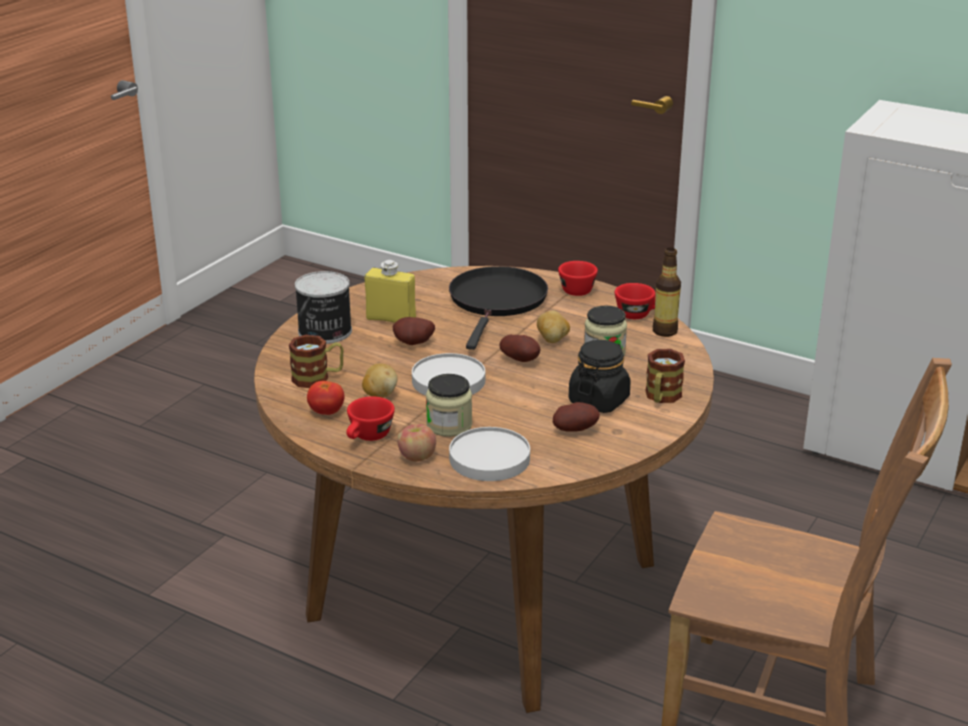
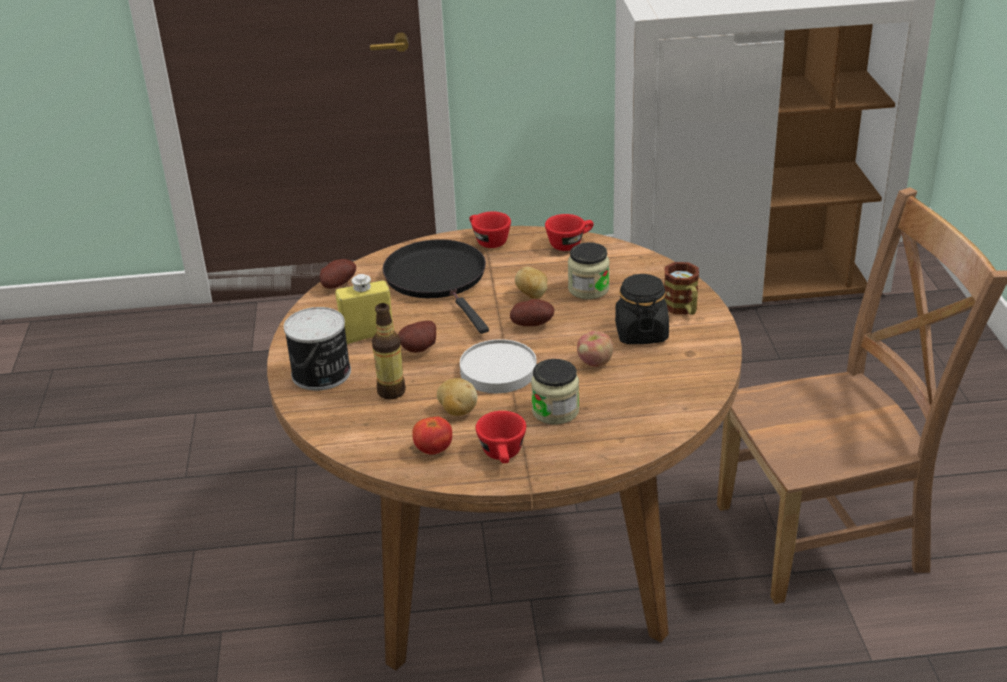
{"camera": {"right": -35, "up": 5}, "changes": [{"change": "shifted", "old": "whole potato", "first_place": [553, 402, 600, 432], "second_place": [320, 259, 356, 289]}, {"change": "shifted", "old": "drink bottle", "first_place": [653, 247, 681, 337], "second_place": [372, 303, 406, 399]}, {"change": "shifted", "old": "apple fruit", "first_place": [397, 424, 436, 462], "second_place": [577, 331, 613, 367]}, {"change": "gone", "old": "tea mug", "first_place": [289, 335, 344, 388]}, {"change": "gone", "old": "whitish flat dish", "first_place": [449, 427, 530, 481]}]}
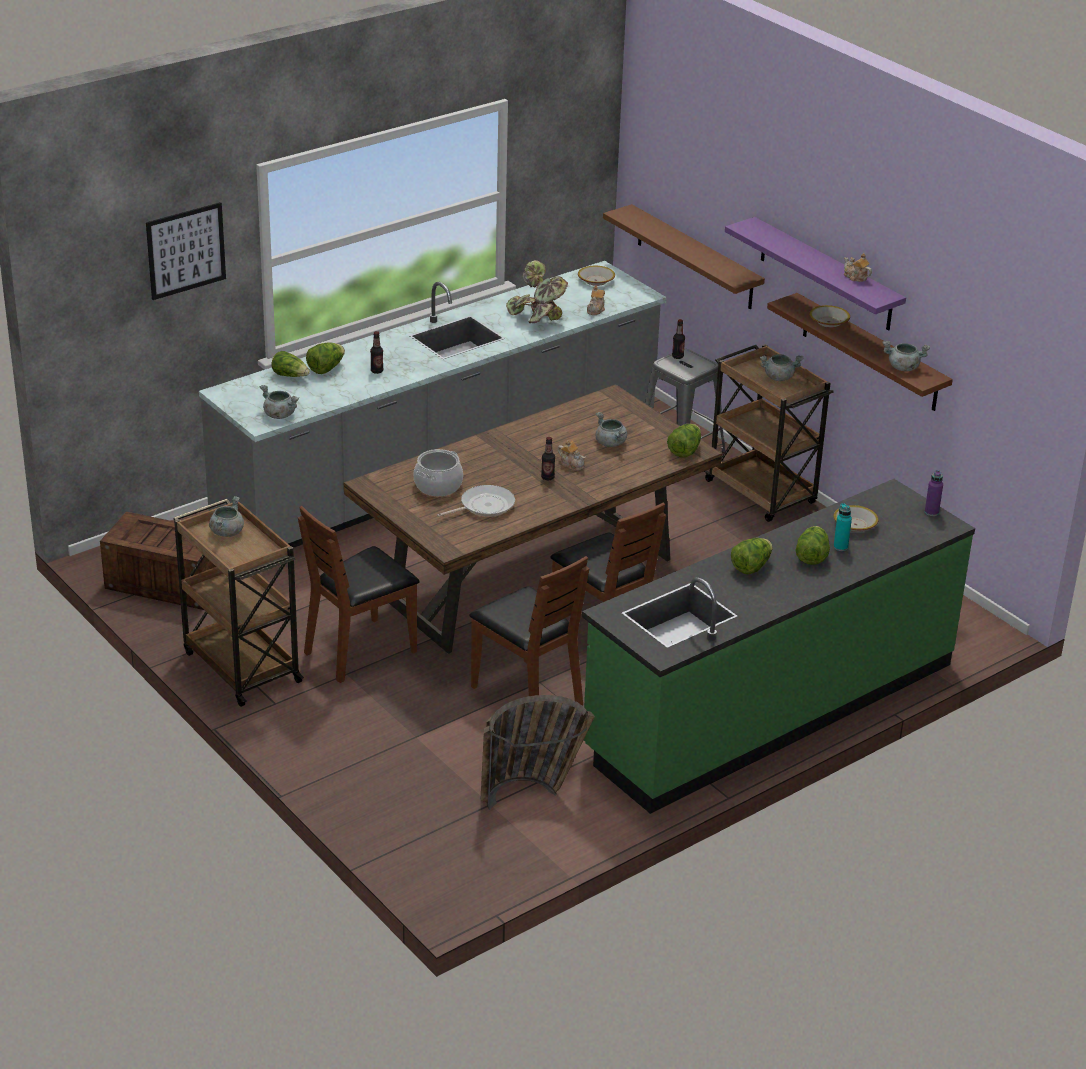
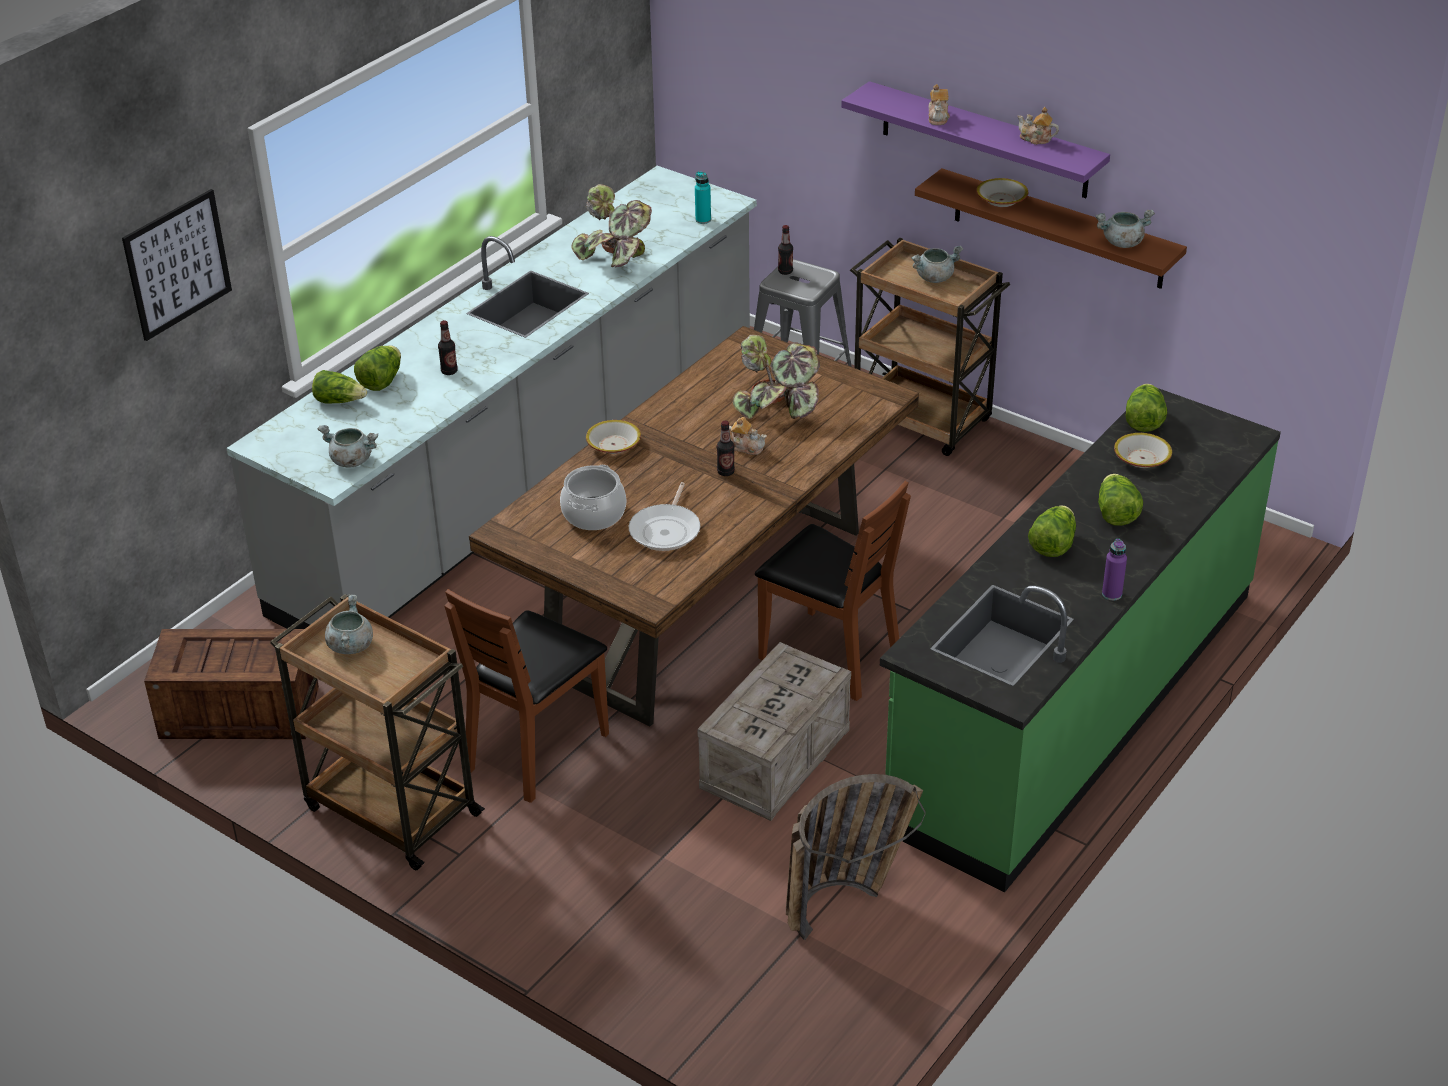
{"camera": {"right": -15, "up": 5}, "changes": [{"change": "shifted", "old": "deep dish", "first_place": [578, 266, 615, 286], "second_place": [586, 420, 641, 454]}, {"change": "rotated", "old": "frying pan", "first_place": [437, 485, 515, 517], "second_place": [629, 482, 700, 551], "degrees": 150}, {"change": "shifted", "old": "turquoise drink bottle", "first_place": [833, 503, 852, 551], "second_place": [695, 171, 711, 224]}, {"change": "swapped", "old": "brown plain chair", "new": "crate", "first_place": [469, 556, 589, 706], "second_place": [697, 642, 851, 821]}, {"change": "swapped", "old": "greyish stockpot", "new": "plant in a pot", "first_place": [595, 412, 627, 447], "second_place": [733, 335, 821, 419]}, {"change": "shifted", "old": "teapot", "first_place": [587, 286, 605, 315], "second_place": [929, 84, 950, 125]}, {"change": "shifted", "old": "purple-coloured drink bottle", "first_place": [925, 470, 943, 516], "second_place": [1102, 539, 1127, 600]}, {"change": "shifted", "old": "head of lettuce", "first_place": [667, 424, 701, 457], "second_place": [1125, 384, 1167, 432]}, {"change": "gone", "old": "brown wall shelf", "first_place": [603, 204, 765, 309]}]}
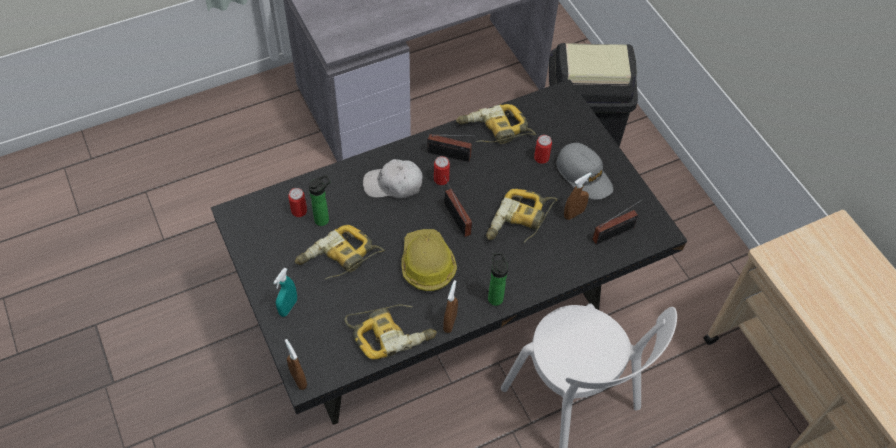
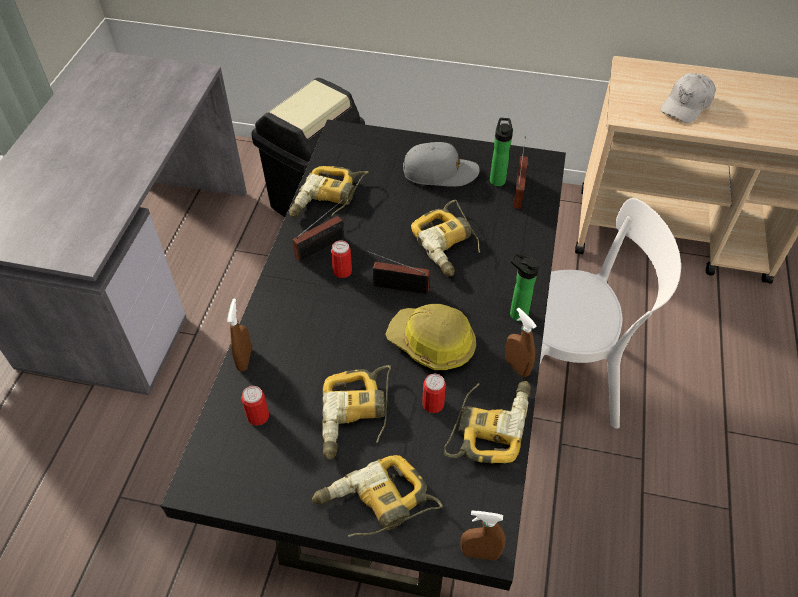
{"camera": {"right": -50, "up": -5}, "changes": [{"change": "shifted", "old": "brown hand sprayer", "first_place": [564, 173, 592, 220], "second_place": [227, 299, 252, 371]}, {"change": "swapped", "old": "turquoise hand sprayer", "new": "electric drill", "first_place": [273, 268, 297, 317], "second_place": [312, 455, 443, 537]}, {"change": "shifted", "old": "metal can", "first_place": [534, 135, 552, 164], "second_place": [422, 374, 446, 413]}, {"change": "shifted", "old": "drink bottle", "first_place": [308, 175, 330, 226], "second_place": [490, 118, 513, 186]}, {"change": "shifted", "old": "whitish baseball cap", "first_place": [363, 159, 423, 198], "second_place": [660, 73, 715, 123]}]}
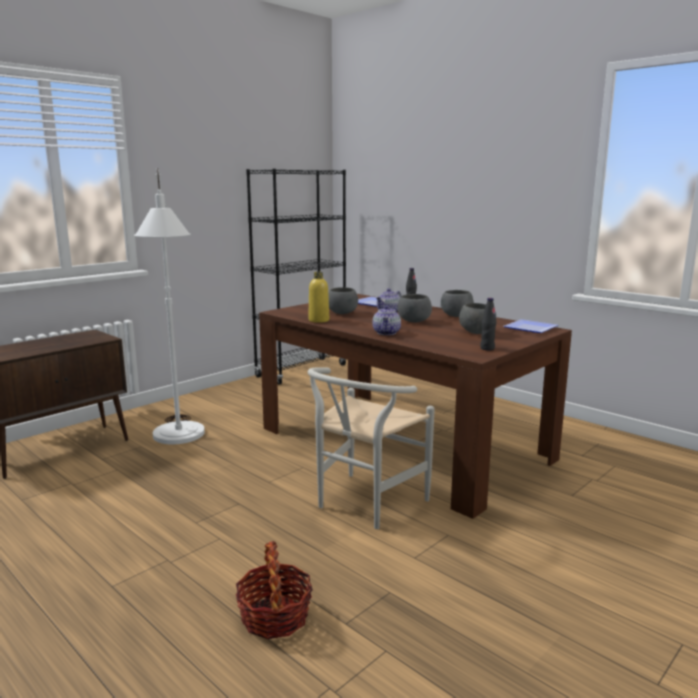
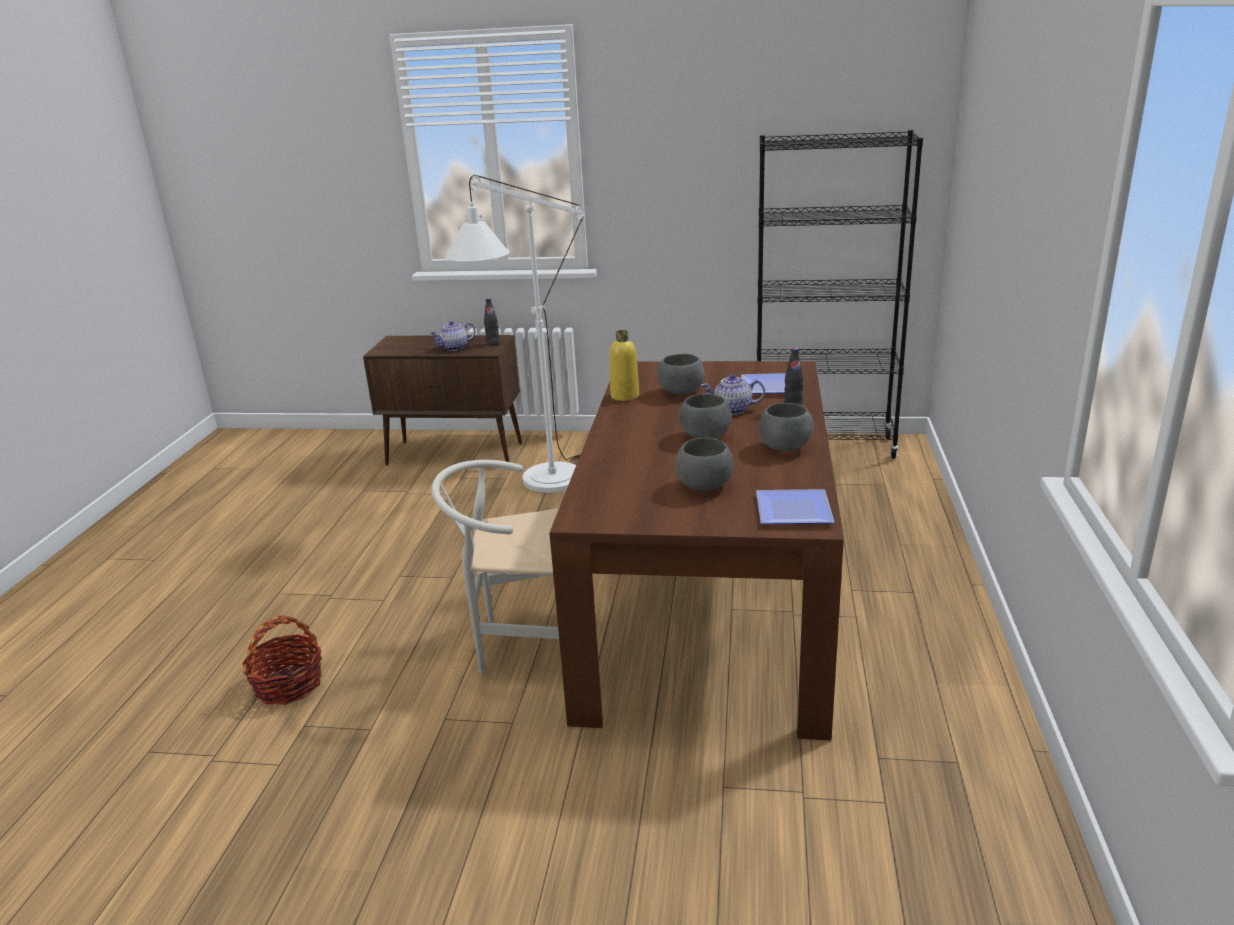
{"camera": {"right": 55, "up": 10}, "changes": [{"change": "shifted", "old": "teapot", "first_place": [372, 305, 401, 335], "second_place": [430, 321, 476, 351]}, {"change": "shifted", "old": "blackish drink bottle", "first_place": [480, 298, 496, 351], "second_place": [484, 298, 500, 346]}]}
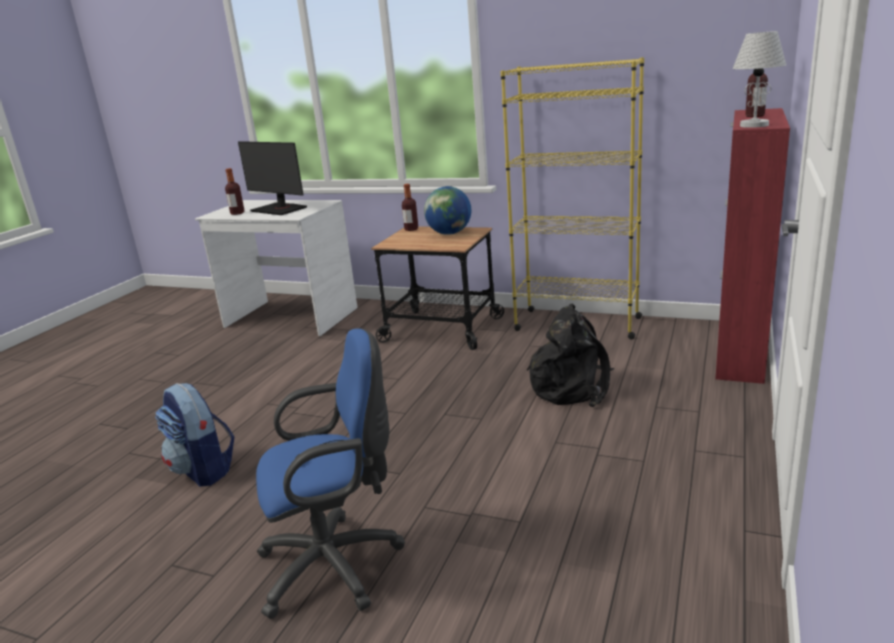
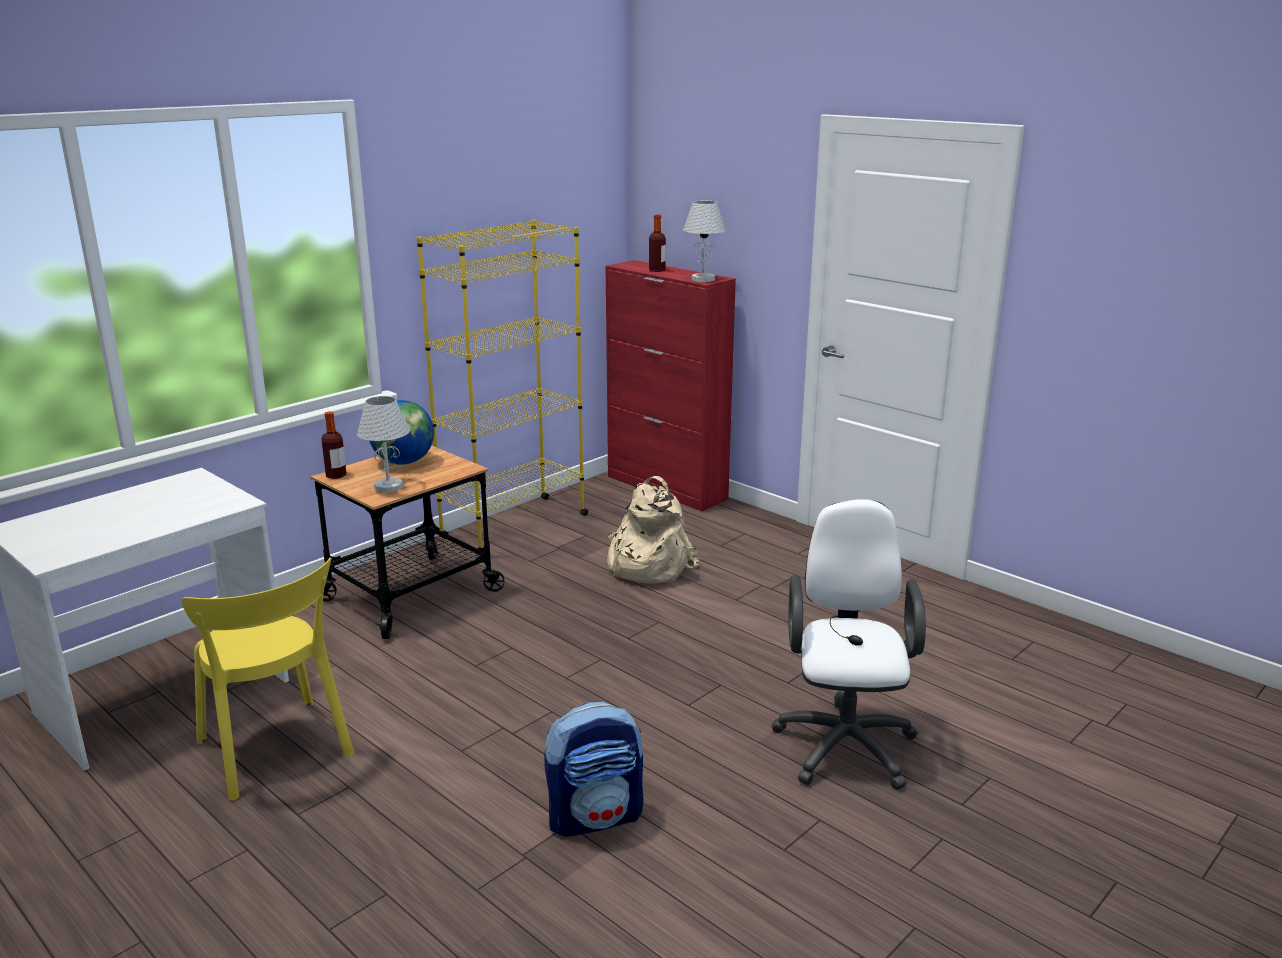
{"camera": {"right": -70, "up": 0}, "changes": [{"change": "new", "new": "yellow plain chair", "second_place": [182, 557, 354, 801]}, {"change": "new", "new": "whitish lamp for a table", "second_place": [357, 396, 410, 493]}, {"change": "repainted", "old": "blackish knapsack", "new": "beige knapsack", "first_place": [527, 303, 614, 407], "second_place": [607, 476, 699, 584]}, {"change": "repainted", "old": "blue-coloured computer chair", "new": "whitish computer chair", "first_place": [256, 328, 405, 619], "second_place": [771, 499, 926, 790]}, {"change": "gone", "old": "drink bottle", "first_place": [225, 168, 245, 215]}, {"change": "gone", "old": "monitor", "first_place": [238, 141, 307, 215]}]}
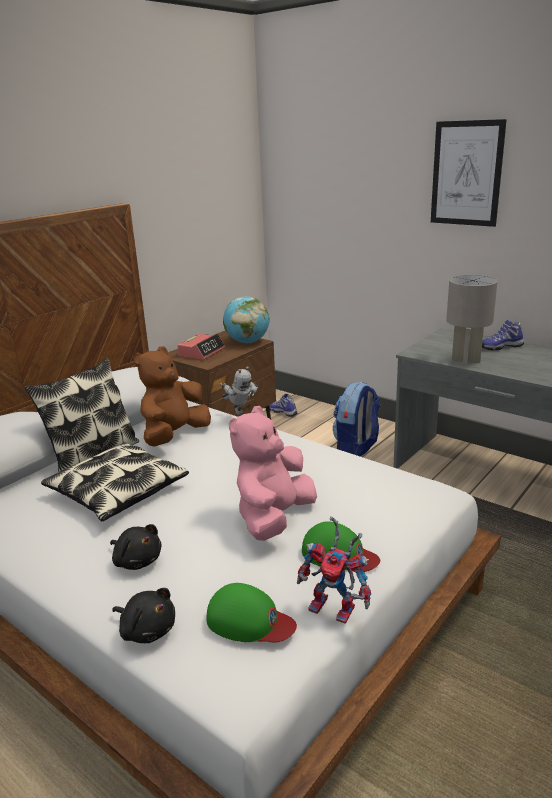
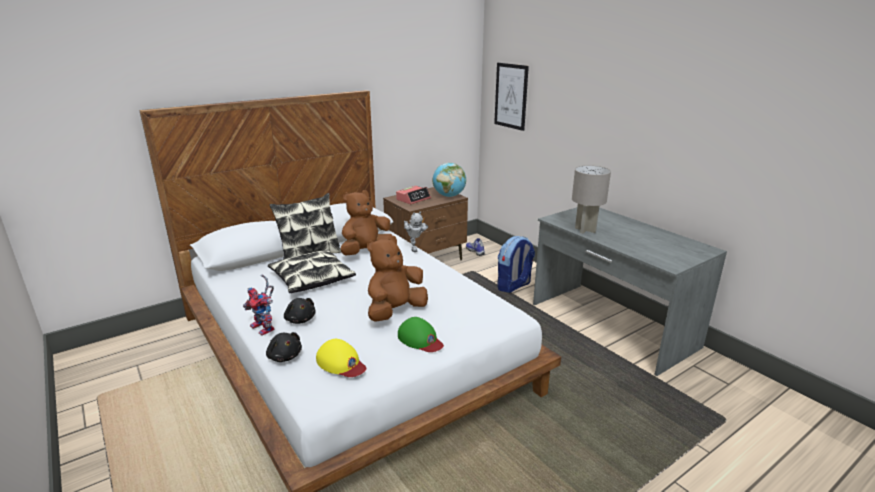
{"camera": {"right": 15, "up": 0}, "changes": [{"change": "shifted", "old": "toy robot", "first_place": [297, 516, 371, 624], "second_place": [243, 275, 274, 336]}, {"change": "repainted", "old": "green baseball cap", "new": "yellow baseball cap", "first_place": [207, 583, 297, 642], "second_place": [316, 339, 366, 377]}, {"change": "repainted", "old": "pink-coloured plush toy", "new": "brown plush toy", "first_place": [229, 406, 317, 541], "second_place": [367, 236, 428, 322]}, {"change": "shifted", "old": "wall art", "first_place": [431, 119, 507, 227], "second_place": [494, 63, 529, 131]}, {"change": "gone", "old": "item of footwear", "first_place": [482, 320, 524, 351]}]}
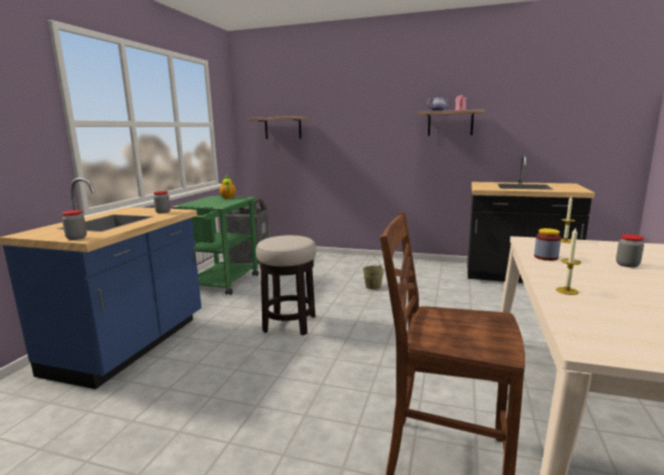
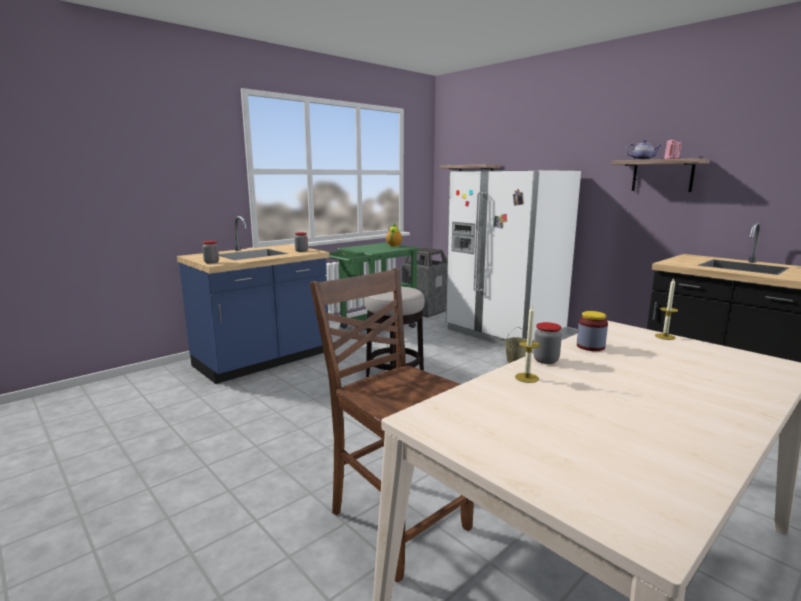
{"camera": {"right": 30, "up": 0}, "changes": [{"change": "new", "new": "whitish kitchen fridge", "second_place": [446, 170, 581, 349]}, {"change": "shifted", "old": "storage jar", "first_place": [616, 234, 644, 268], "second_place": [533, 322, 562, 364]}]}
